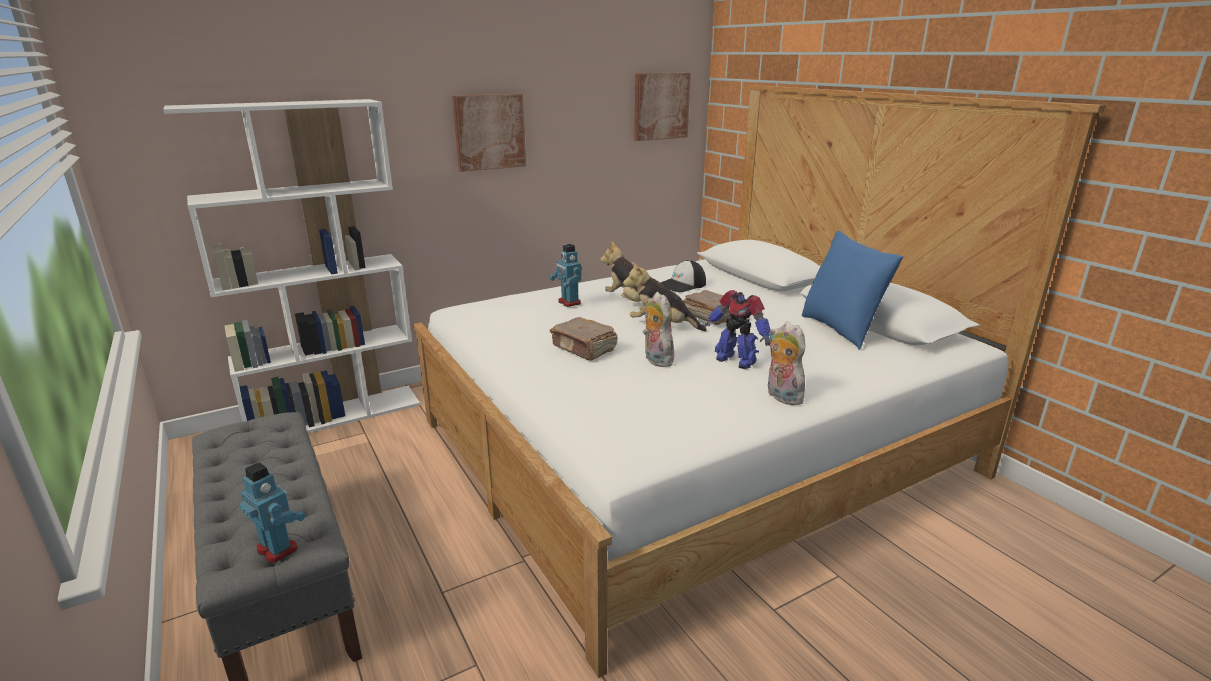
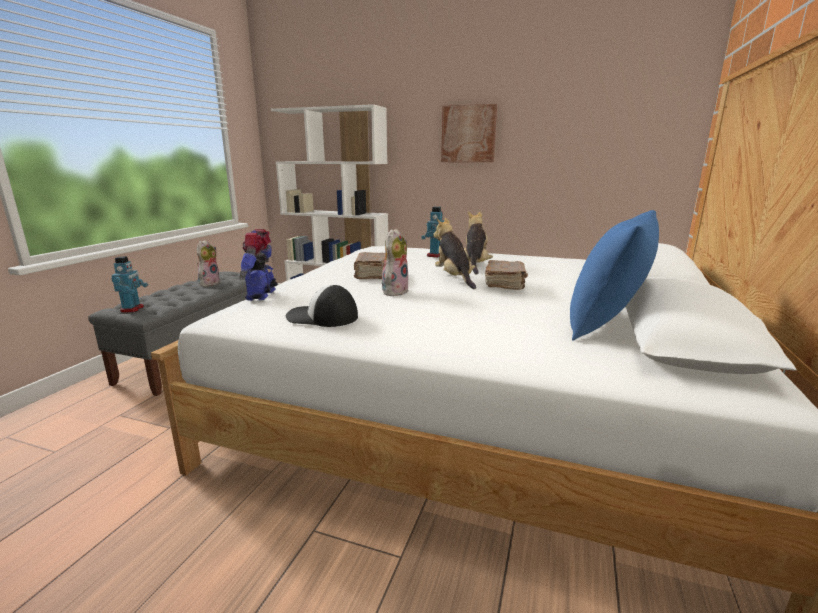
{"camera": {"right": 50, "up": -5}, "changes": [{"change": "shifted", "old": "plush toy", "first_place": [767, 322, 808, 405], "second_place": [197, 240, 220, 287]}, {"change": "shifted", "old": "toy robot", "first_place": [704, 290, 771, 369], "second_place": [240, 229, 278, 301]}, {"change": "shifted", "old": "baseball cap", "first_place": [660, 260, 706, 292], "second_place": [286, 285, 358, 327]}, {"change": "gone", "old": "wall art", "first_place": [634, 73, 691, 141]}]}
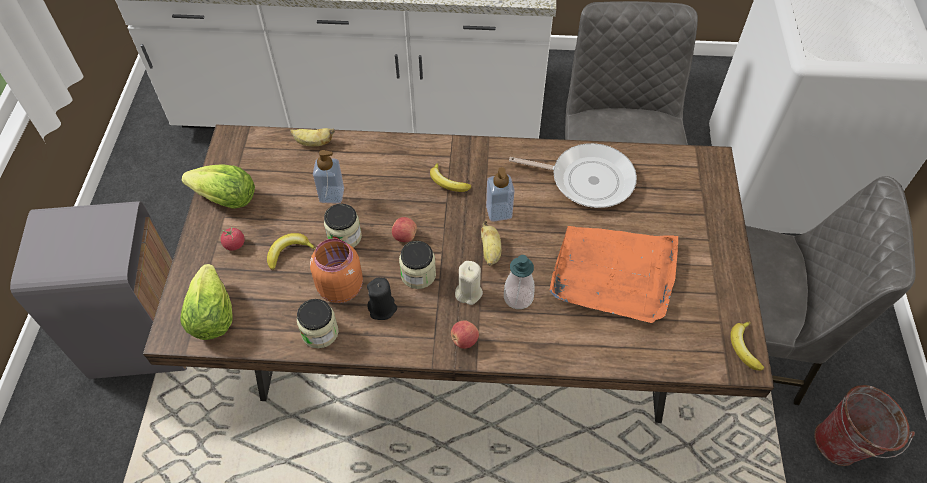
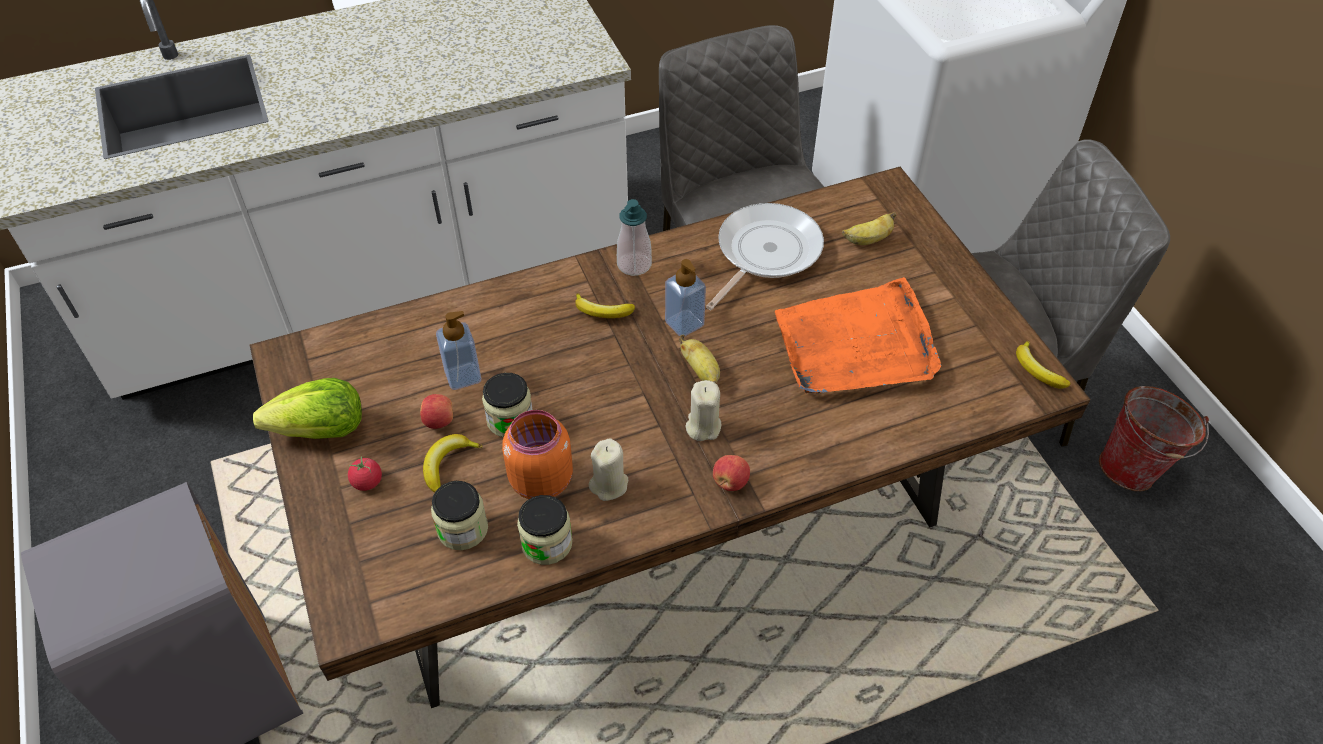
{"camera": {"right": -25, "up": -5}, "changes": [{"change": "shifted", "old": "apple fruit", "first_place": [392, 217, 417, 242], "second_place": [420, 394, 453, 429]}, {"change": "shifted", "old": "storage jar", "first_place": [399, 241, 436, 289], "second_place": [431, 481, 488, 550]}, {"change": "repainted", "old": "blackish wax light", "new": "beige wax light", "first_place": [367, 277, 397, 320], "second_place": [589, 438, 628, 501]}, {"change": "shifted", "old": "soap dispenser", "first_place": [504, 255, 534, 309], "second_place": [617, 199, 652, 276]}, {"change": "rotated", "old": "frying pan", "first_place": [509, 143, 637, 208], "second_place": [706, 203, 824, 310], "degrees": -45}, {"change": "shifted", "old": "whole banana", "first_place": [290, 128, 335, 146], "second_place": [842, 212, 896, 245]}, {"change": "gone", "old": "head of lettuce", "first_place": [180, 264, 233, 340]}]}
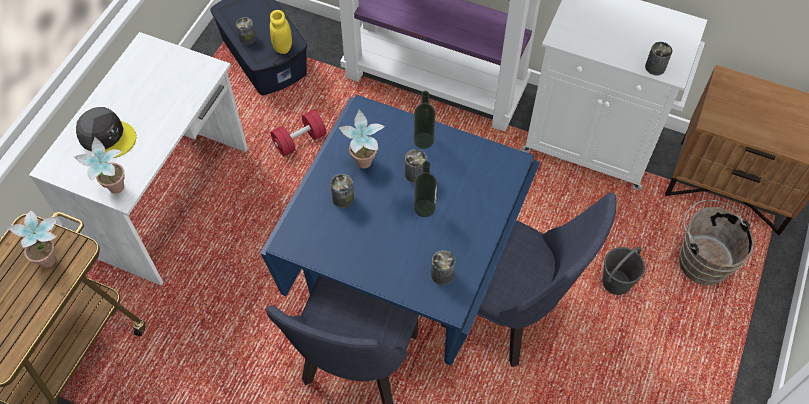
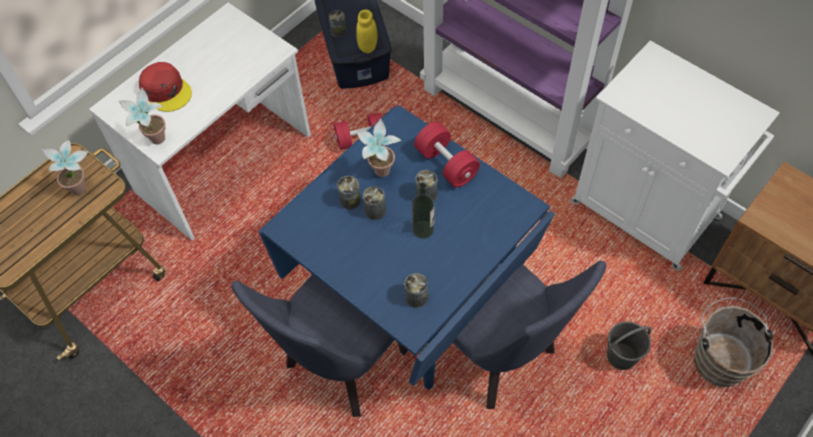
{"camera": {"right": 20, "up": 0}, "changes": [{"change": "repainted", "old": "greyish baseball cap", "new": "red-coloured baseball cap", "first_place": [76, 107, 136, 158], "second_place": [139, 62, 192, 112]}, {"change": "shifted", "old": "metal can", "first_place": [645, 42, 672, 75], "second_place": [363, 186, 386, 220]}, {"change": "swapped", "old": "drink bottle", "new": "red-coloured dumbbell", "first_place": [414, 91, 436, 149], "second_place": [414, 122, 480, 188]}]}
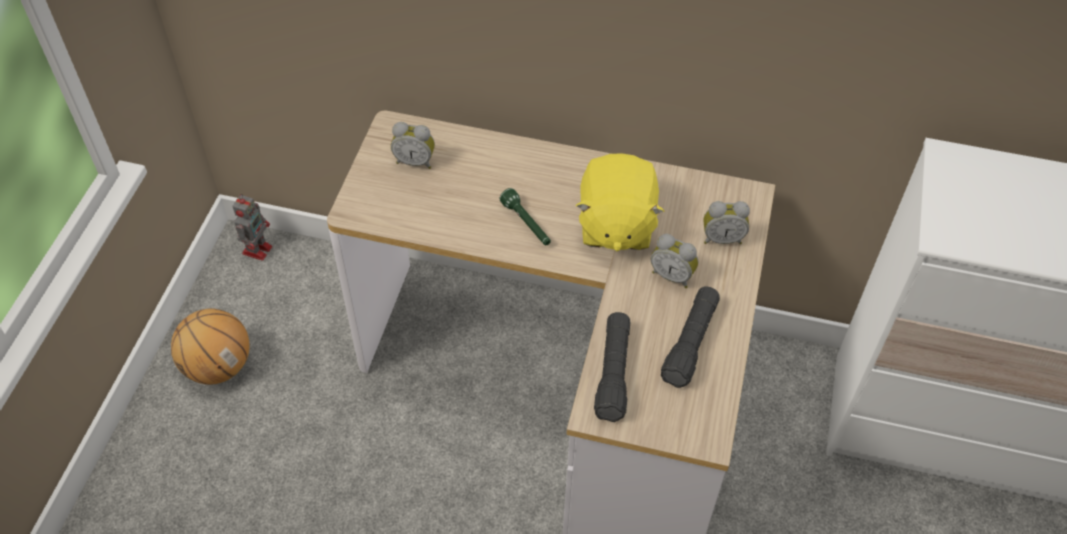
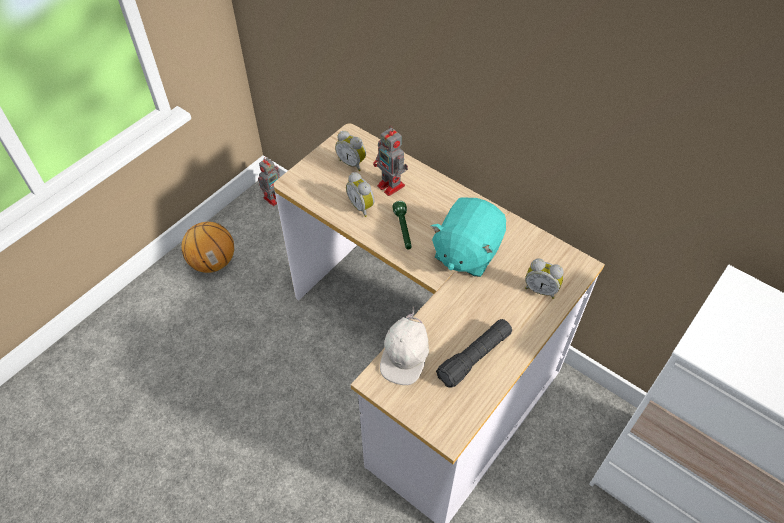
{"camera": {"right": 25, "up": 0}, "changes": [{"change": "shifted", "old": "table clock", "first_place": [651, 234, 698, 288], "second_place": [346, 172, 374, 217]}, {"change": "new", "new": "toy robot", "second_place": [373, 126, 408, 196]}, {"change": "swapped", "old": "blackish hand torch", "new": "whitish baseball cap", "first_place": [594, 312, 630, 422], "second_place": [380, 306, 429, 385]}, {"change": "repainted", "old": "yellow plush toy", "new": "turquoise plush toy", "first_place": [576, 153, 664, 251], "second_place": [431, 197, 506, 277]}]}
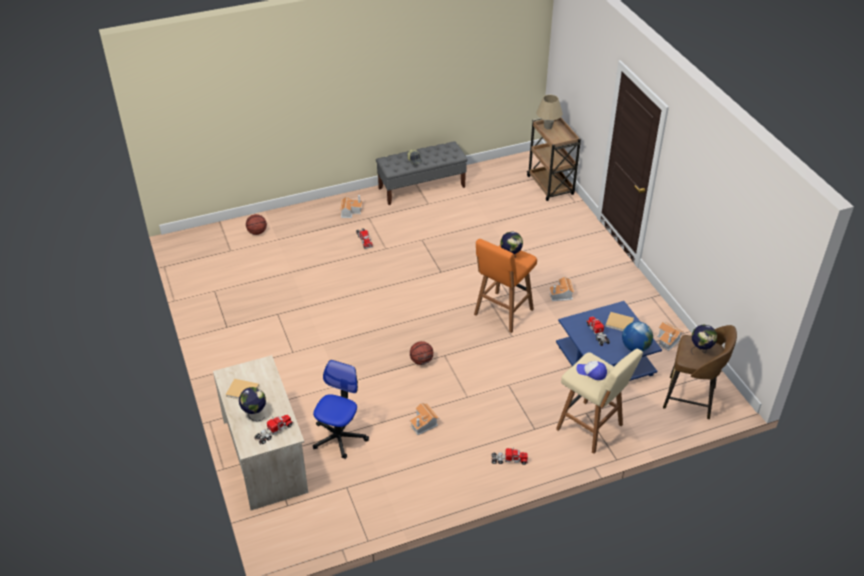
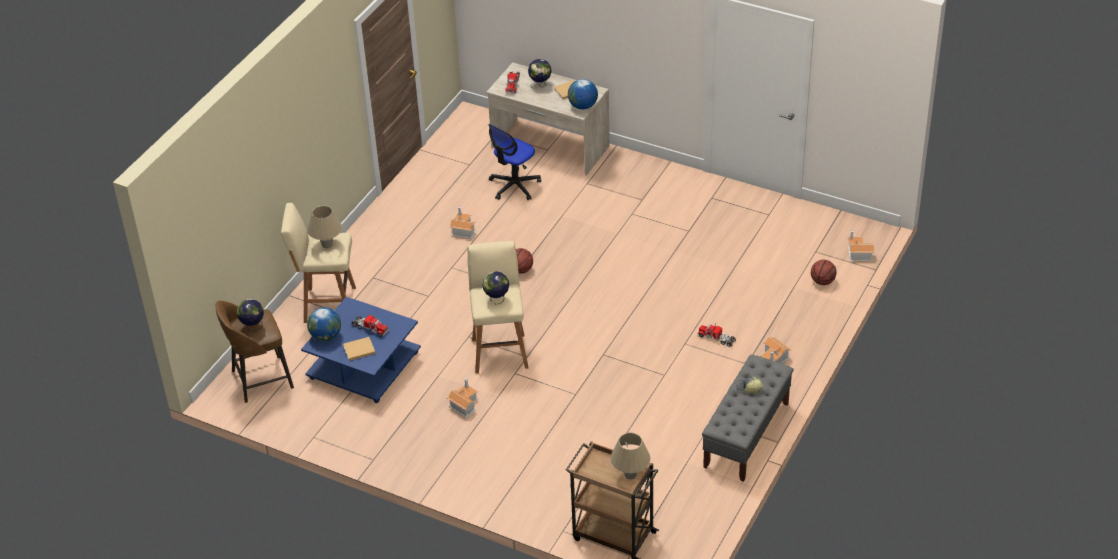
{"camera": {"right": 140, "up": 0}, "changes": [{"change": "swapped", "old": "baseball cap", "new": "beige lamp for a table", "first_place": [577, 361, 607, 380], "second_place": [308, 205, 342, 249]}, {"change": "repainted", "old": "orange-coloured sitting stool", "new": "beige sitting stool", "first_place": [474, 239, 537, 333], "second_place": [468, 241, 529, 373]}, {"change": "rotated", "old": "computer chair", "first_place": [313, 360, 369, 459], "second_place": [488, 124, 541, 200], "degrees": 60}, {"change": "new", "new": "world globe", "second_place": [568, 79, 598, 109]}, {"change": "shifted", "old": "miniature house", "first_place": [658, 321, 684, 351], "second_place": [848, 230, 874, 261]}, {"change": "gone", "old": "model truck", "first_place": [491, 447, 528, 465]}]}
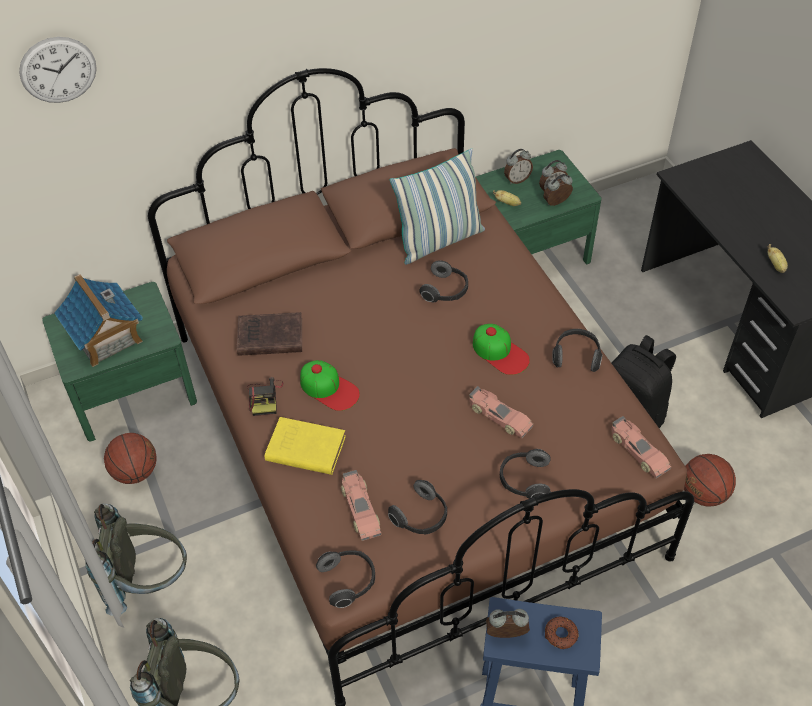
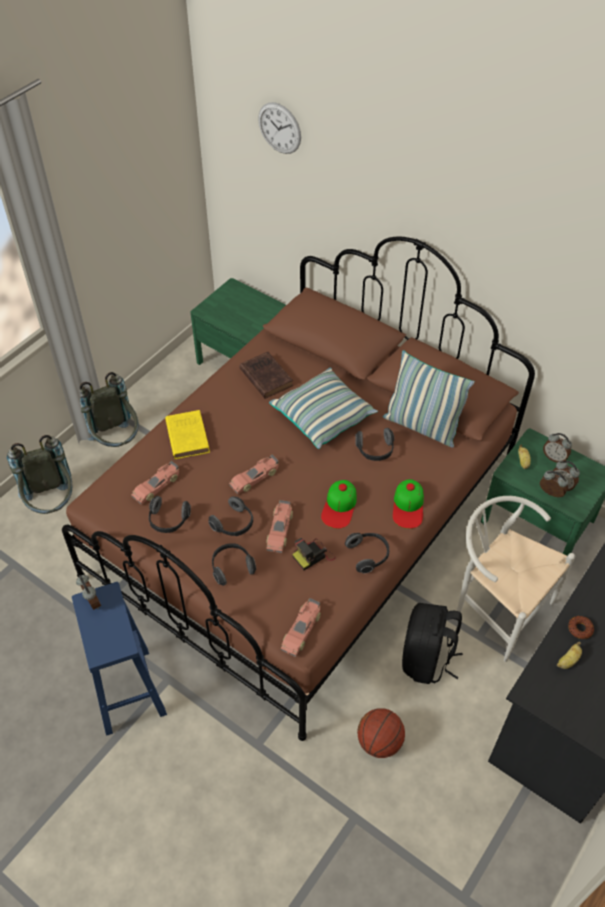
{"camera": {"right": 60, "up": 0}, "changes": [{"change": "shifted", "old": "headset", "first_place": [316, 550, 375, 608], "second_place": [208, 496, 253, 536]}, {"change": "new", "new": "toy car", "second_place": [229, 455, 279, 494]}, {"change": "new", "new": "cushion", "second_place": [269, 368, 378, 449]}, {"change": "shifted", "old": "still camera", "first_place": [247, 377, 283, 416], "second_place": [292, 538, 336, 570]}, {"change": "shifted", "old": "baseball cap", "first_place": [300, 360, 360, 411], "second_place": [393, 479, 424, 529]}, {"change": "new", "new": "whitish plain chair", "second_place": [457, 496, 575, 662]}, {"change": "shifted", "old": "ring doughnut", "first_place": [545, 616, 579, 649], "second_place": [568, 616, 594, 639]}, {"change": "gone", "old": "miniature house", "first_place": [54, 274, 143, 367]}, {"change": "gone", "old": "ball for basketball", "first_place": [104, 433, 157, 484]}]}
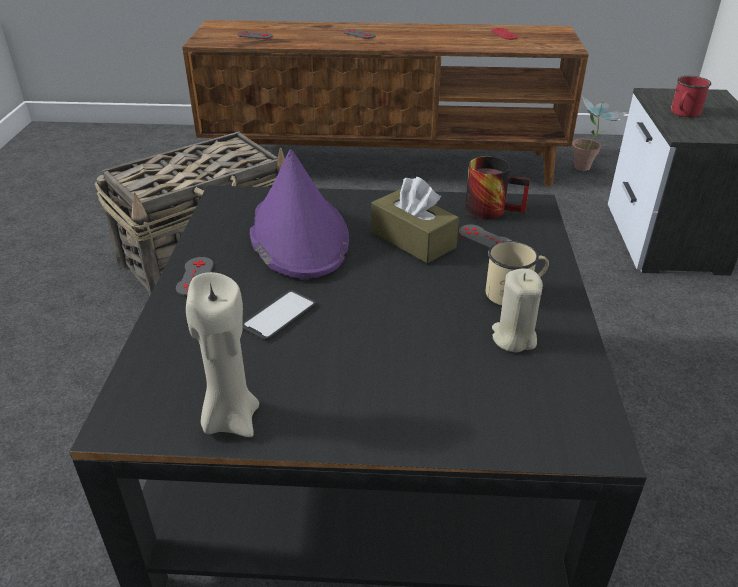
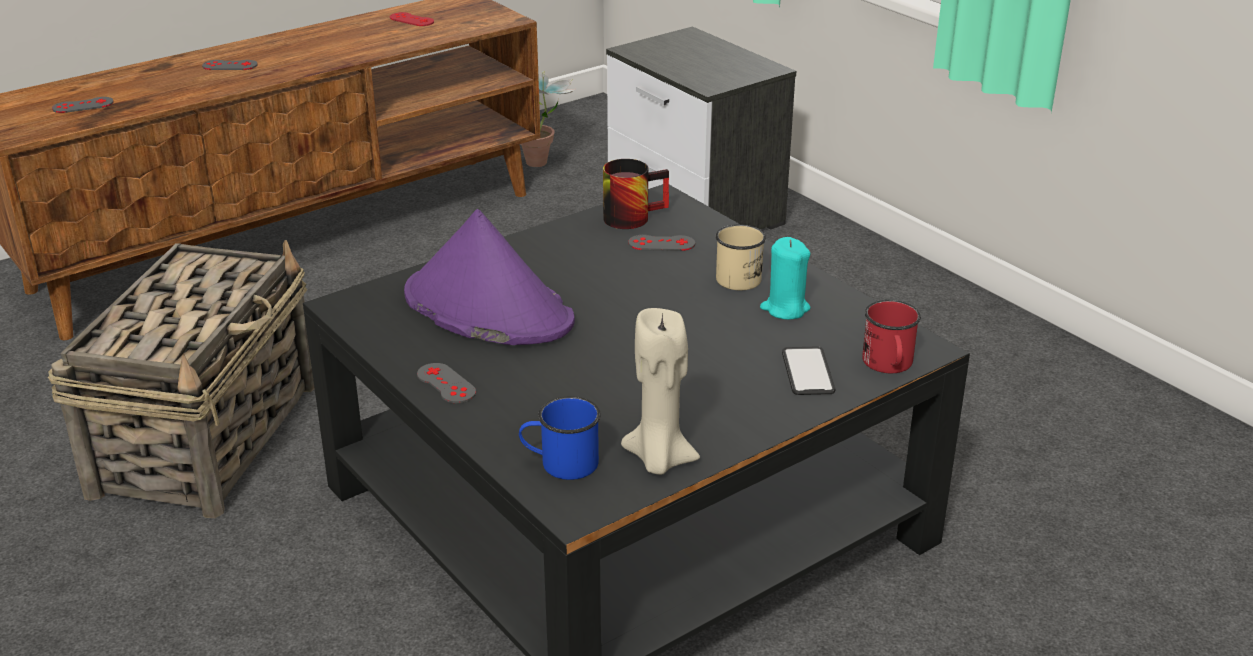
{"camera": {"right": -40, "up": -5}, "changes": [{"change": "new", "new": "blue-coloured tea mug", "second_place": [519, 396, 601, 480]}, {"change": "repainted", "old": "beige wax light", "new": "turquoise wax light", "first_place": [492, 268, 543, 352], "second_place": [760, 237, 811, 320]}, {"change": "shifted", "old": "handset", "first_place": [242, 290, 317, 341], "second_place": [782, 346, 835, 395]}, {"change": "shifted", "old": "red-coloured tea mug", "first_place": [671, 76, 711, 117], "second_place": [862, 300, 921, 373]}, {"change": "gone", "old": "brown box of tissues", "first_place": [371, 177, 459, 263]}]}
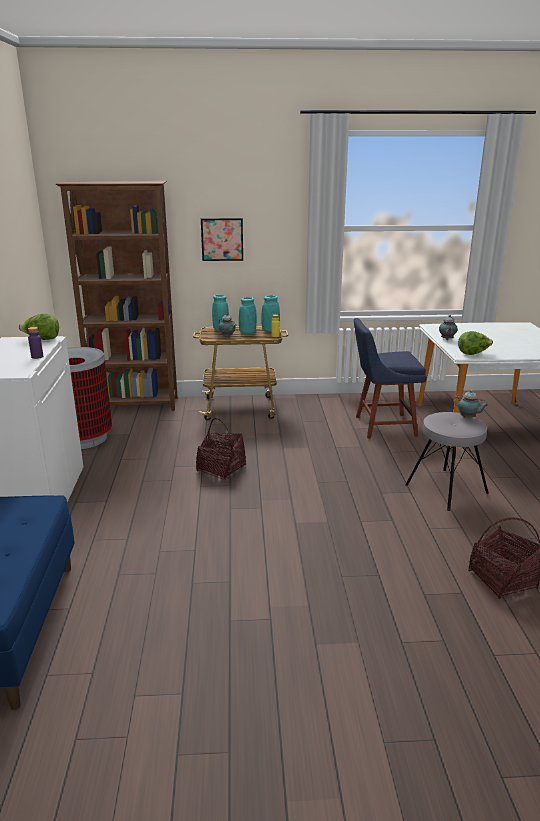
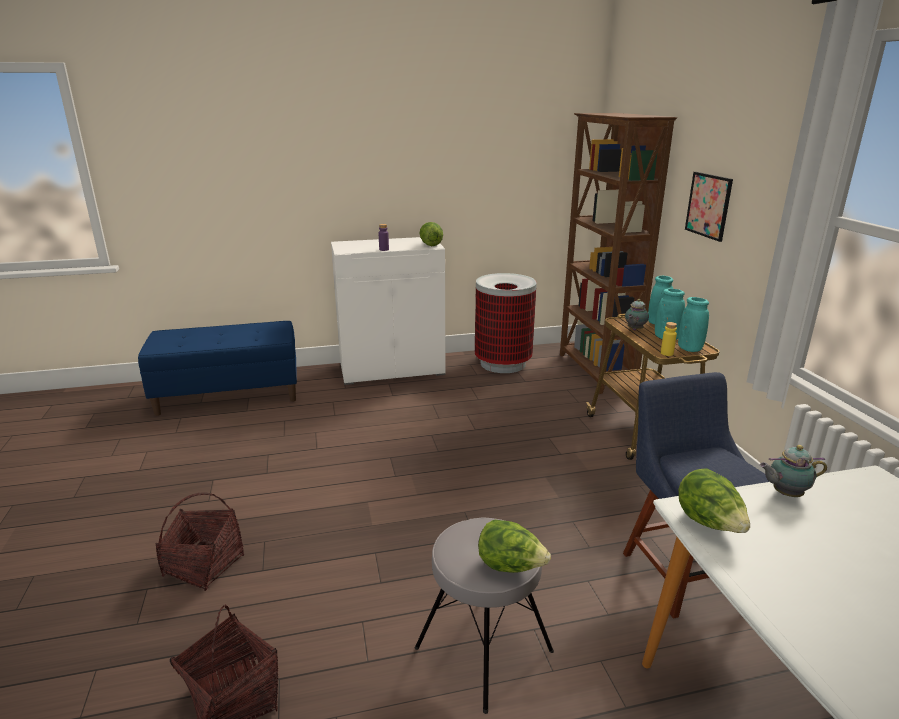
{"camera": {"right": 80, "up": 0}, "changes": [{"change": "shifted", "old": "basket", "first_place": [196, 418, 246, 480], "second_place": [156, 492, 244, 591]}, {"change": "swapped", "old": "teapot", "new": "head of lettuce", "first_place": [453, 390, 489, 418], "second_place": [478, 520, 551, 573]}]}
